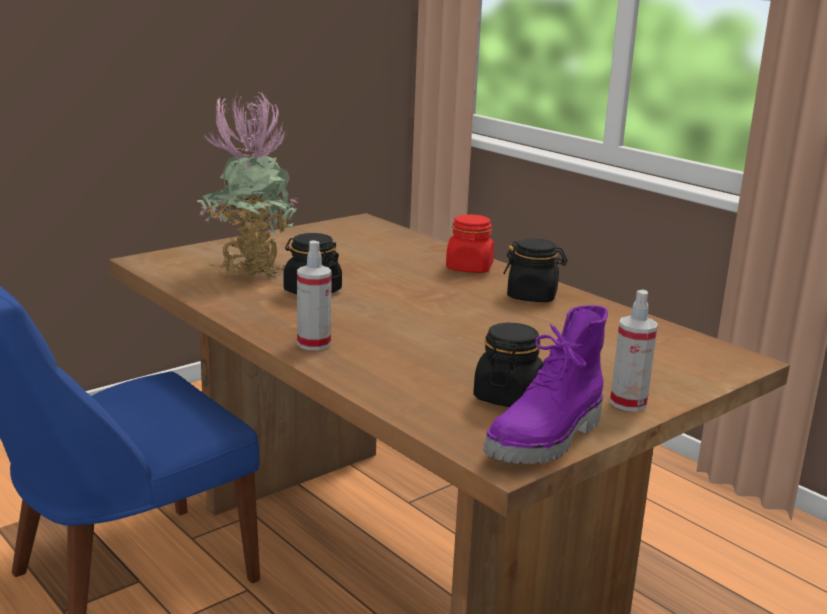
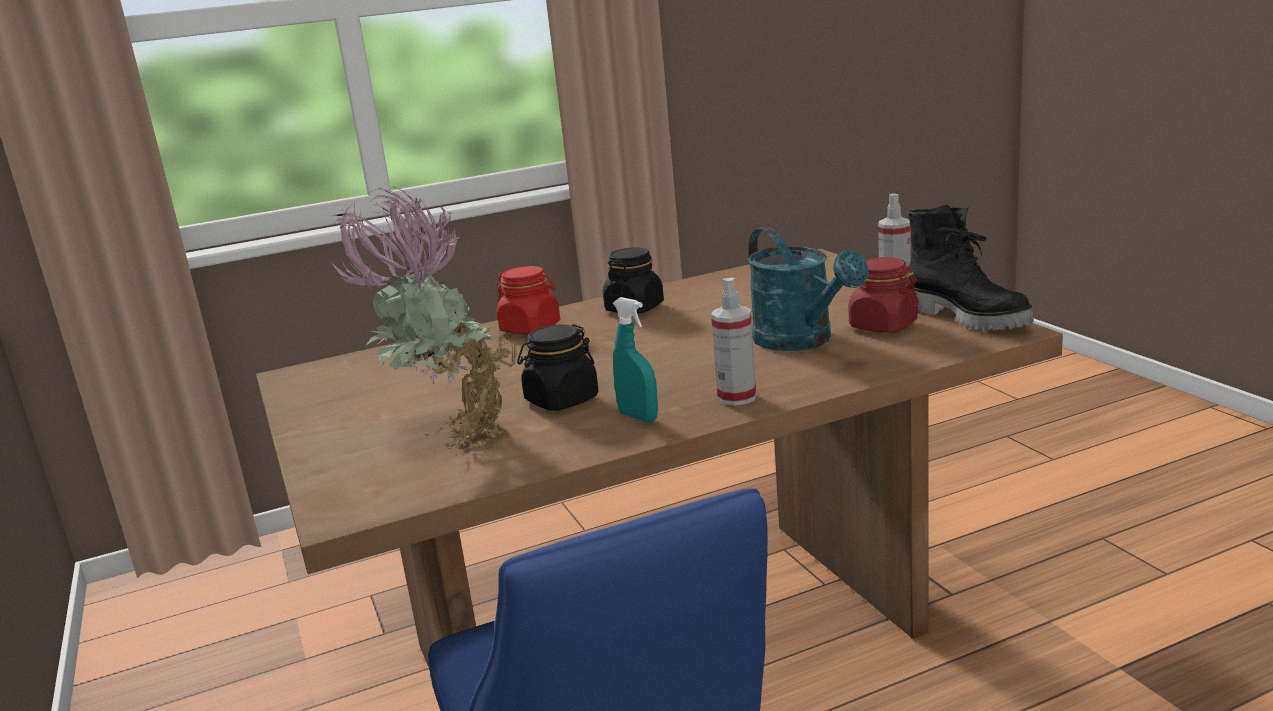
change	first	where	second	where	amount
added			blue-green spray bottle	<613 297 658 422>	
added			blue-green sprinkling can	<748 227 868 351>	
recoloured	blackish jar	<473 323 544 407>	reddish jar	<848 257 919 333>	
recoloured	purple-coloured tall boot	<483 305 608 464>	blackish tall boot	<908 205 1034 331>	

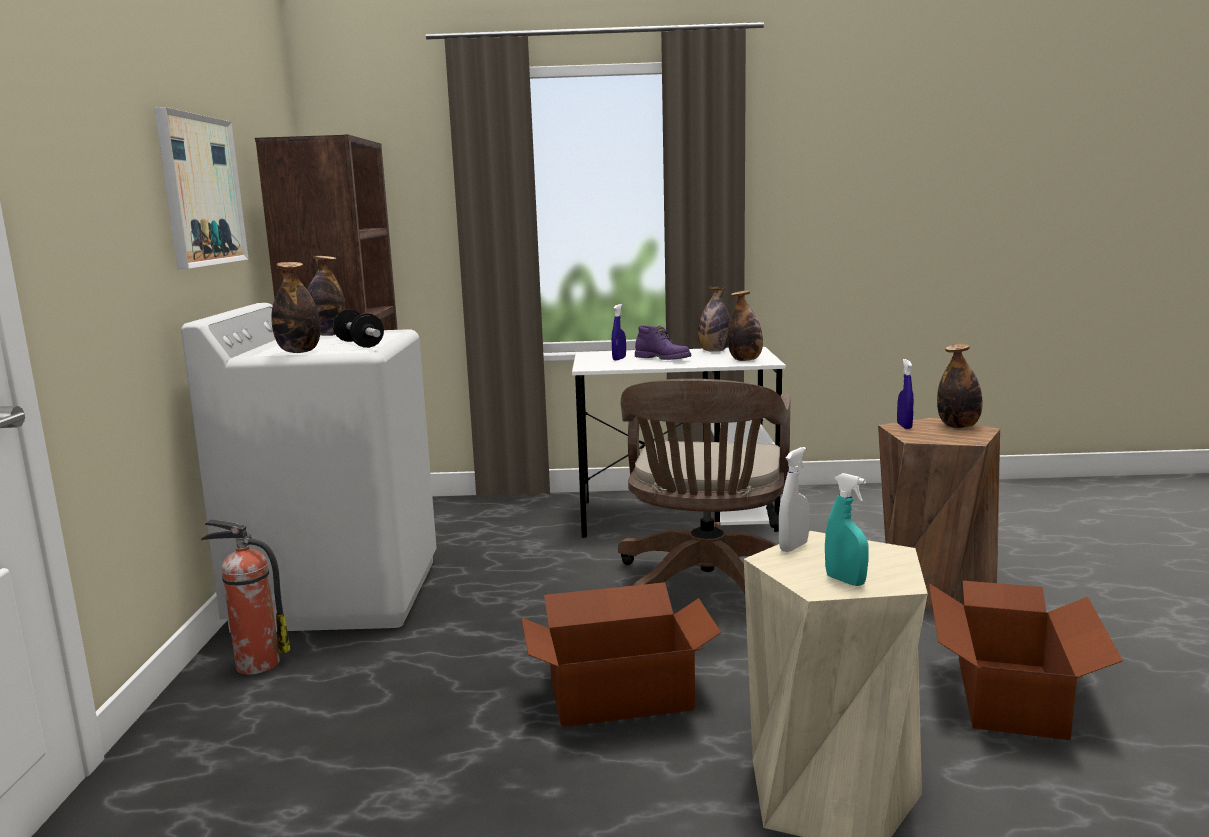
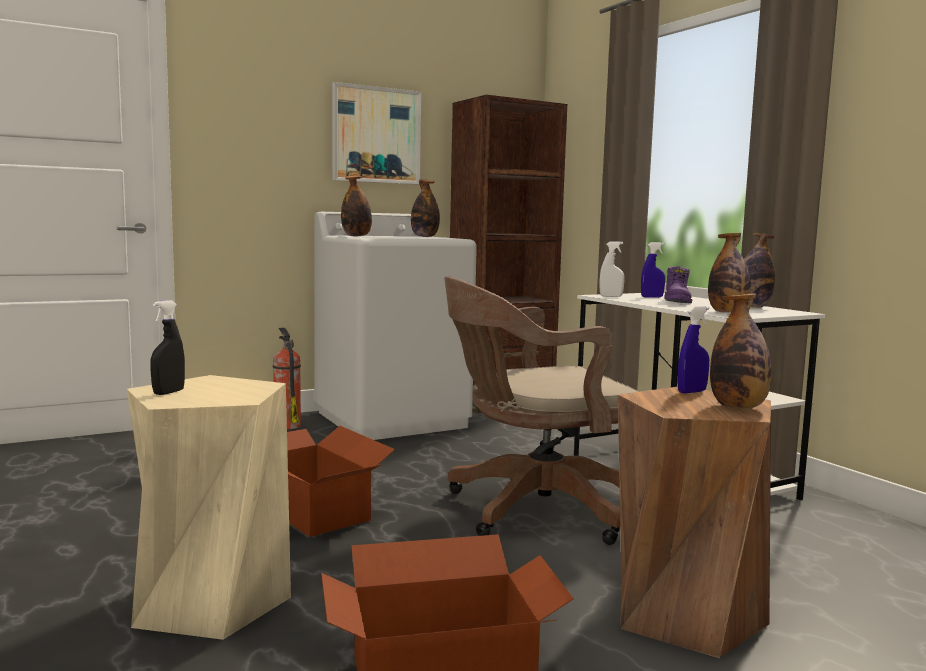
change	first	where	second	where	amount
removed	dumbbell	<333 309 384 348>			
moved	white-coloured spray bottle	<779 447 810 552>		<599 241 625 297>	
recoloured	blue-green spray bottle	<825 473 869 586>	blackish spray bottle	<151 300 185 395>	

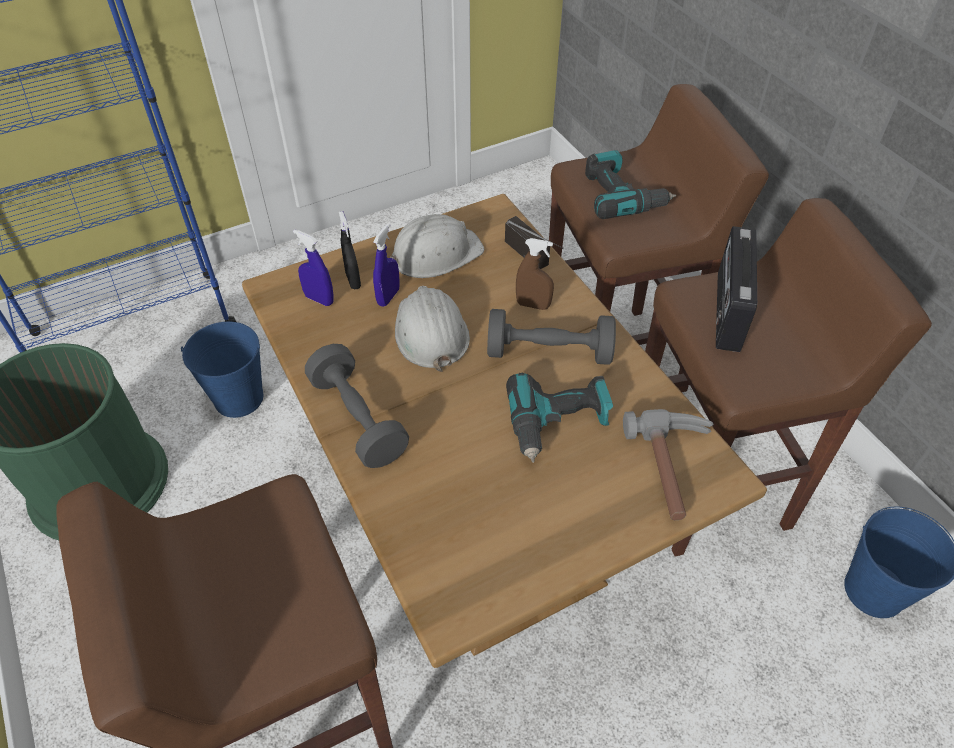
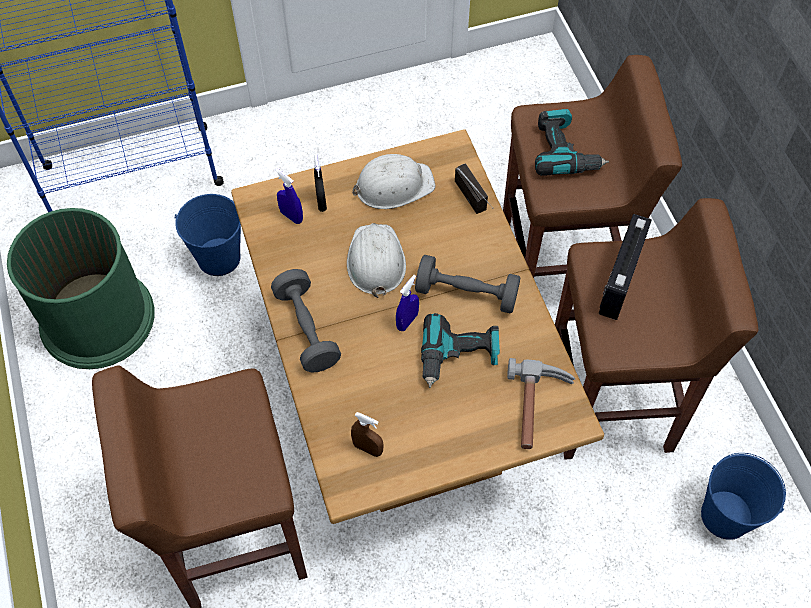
change	first	where	second	where	amount
moved	bluish spray bottle	<373 223 400 307>		<396 275 419 331>	
moved	brown spray bottle	<516 238 554 310>		<351 412 383 457>	

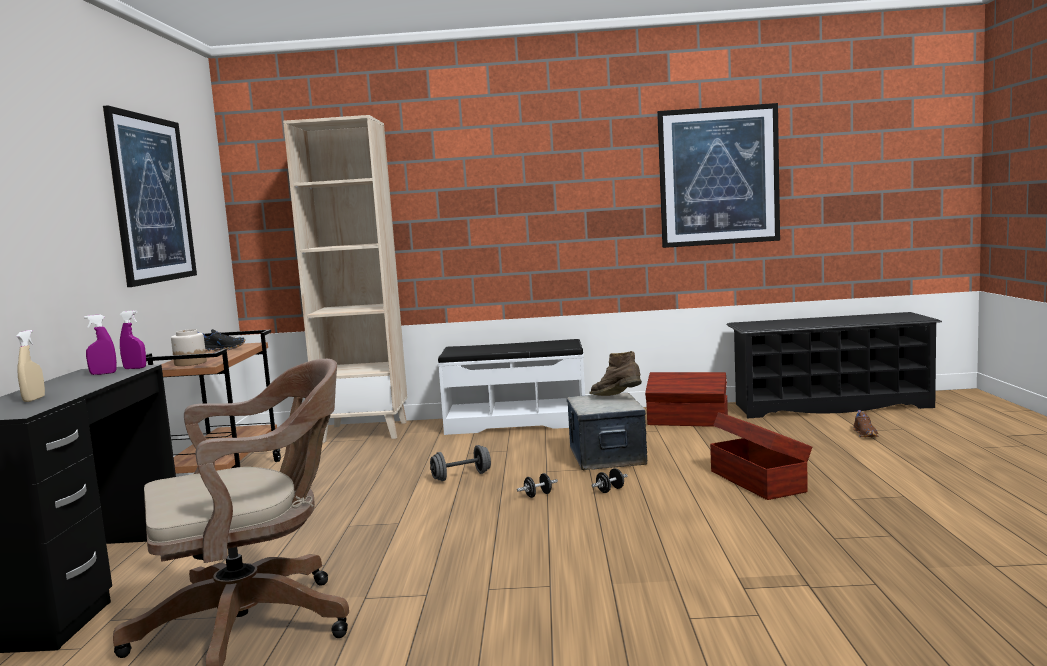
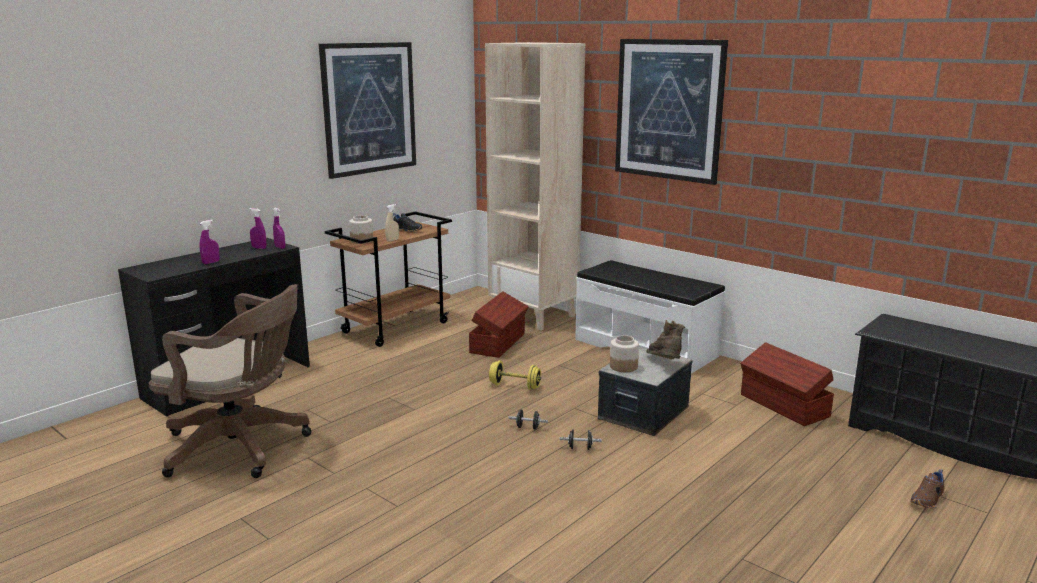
change	first	where	second	where	amount
added			purple-coloured spray bottle	<199 220 220 264>	
added			jar	<610 335 639 372>	
moved	sand-coloured spray bottle	<16 330 45 402>		<385 204 399 242>	
moved	wall art	<657 103 780 248>		<615 39 728 185>	
moved	brown storage bin	<710 412 812 500>		<469 291 529 358>	
recoloured	greyish dumbbell	<430 445 491 481>	yellowish dumbbell	<489 361 541 390>	

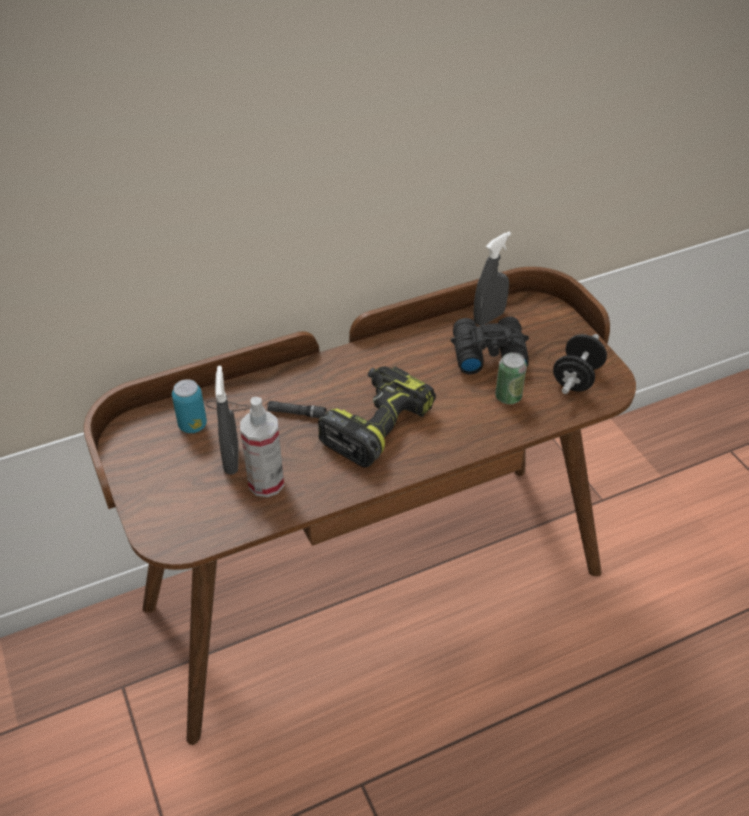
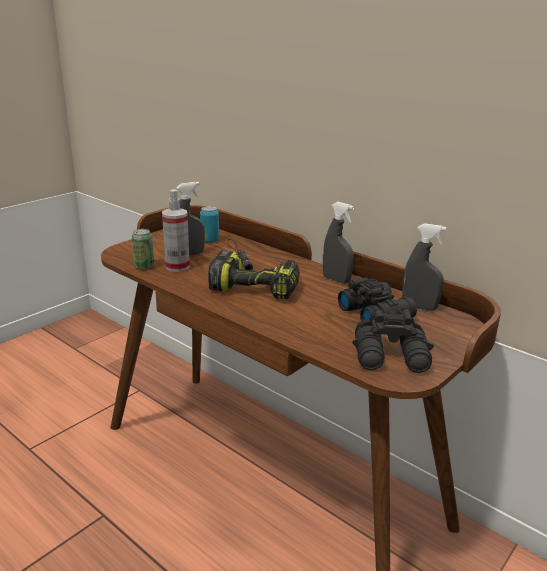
change	first	where	second	where	amount
added			greyish spray bottle	<323 202 354 284>	
moved	sealed can	<495 352 527 404>		<132 229 154 270>	
replaced	blackish dumbbell	<553 334 607 394>	blackish pair of binoculars	<352 307 434 373>	

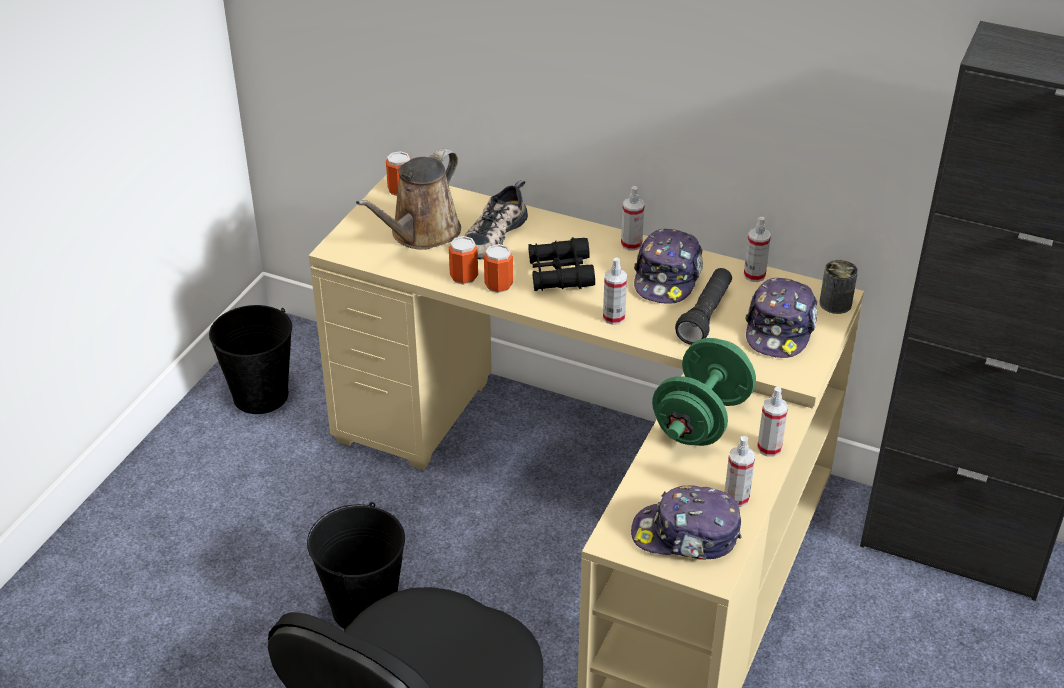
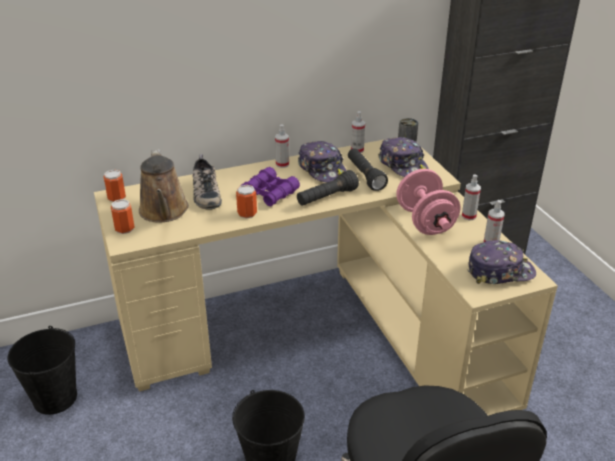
change	first	where	second	where	amount
moved	sealed can	<449 236 478 285>		<111 199 135 234>	
replaced	spray bottle	<603 258 627 325>	blackish torch	<297 170 359 206>	
recoloured	blackish pair of binoculars	<528 237 595 291>	purple-coloured pair of binoculars	<241 167 300 206>	
recoloured	green-coloured dumbbell	<652 338 756 446>	pinkish dumbbell	<396 169 461 235>	
turned	cap	<631 486 742 560>		<468 240 536 284>	150 degrees counterclockwise

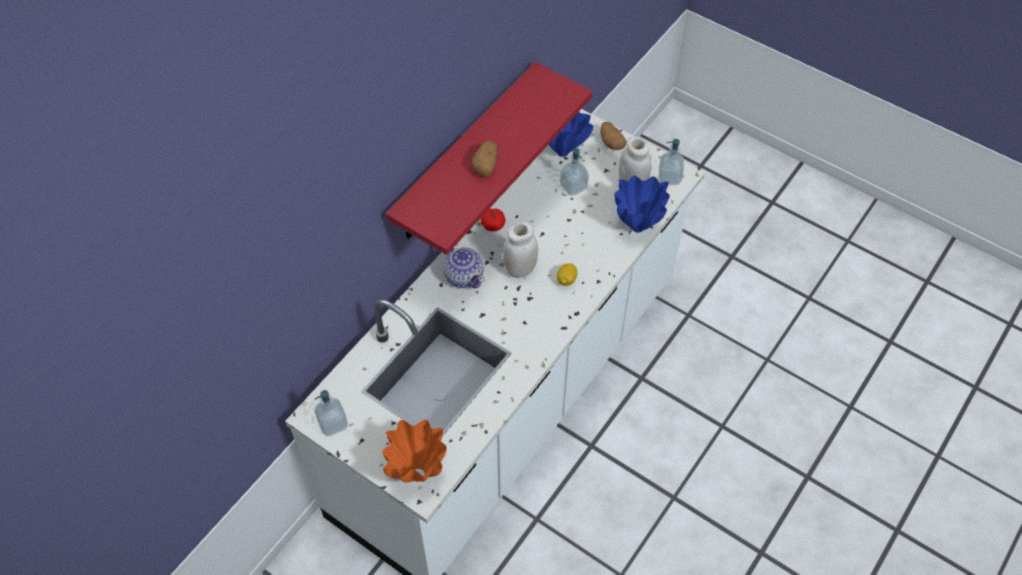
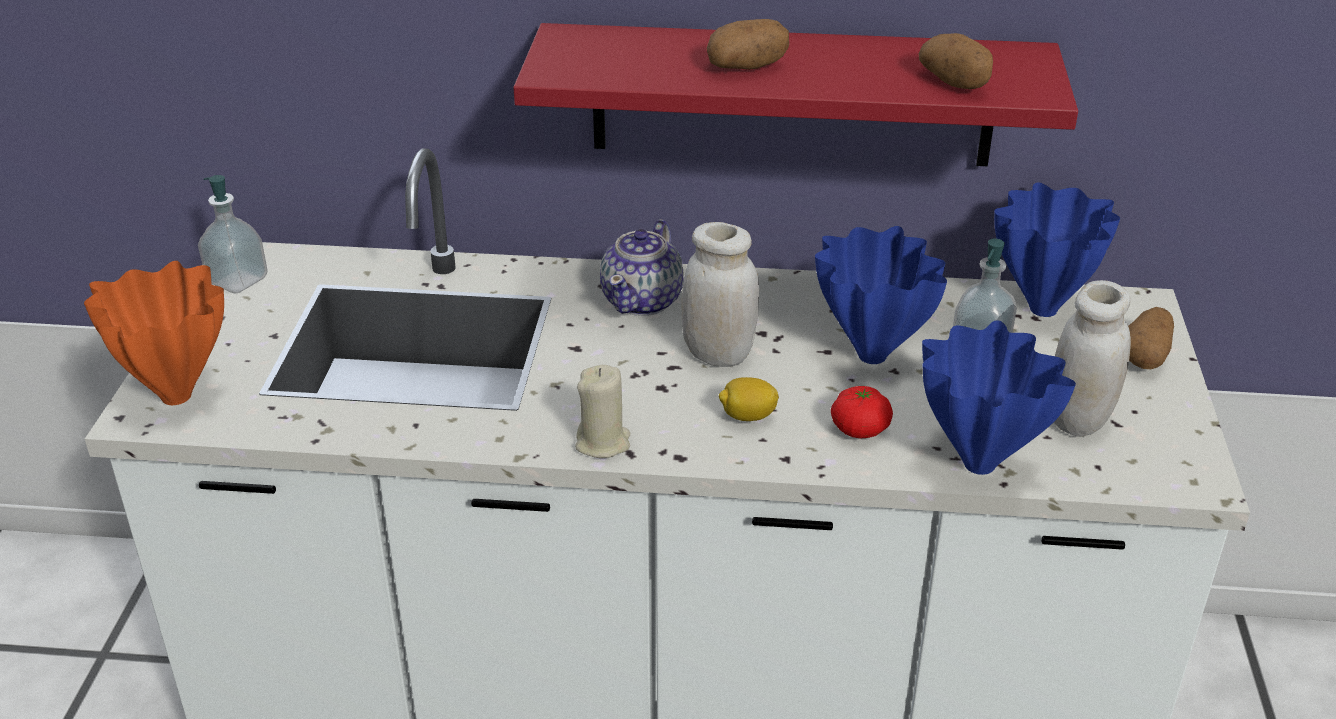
change	first	where	second	where	amount
removed	liquid soap bottle	<659 139 684 185>			
added			sand-coloured candle	<575 365 630 458>	
added			bluish flower vase	<815 226 947 364>	
added			potato	<919 33 993 89>	
moved	whole tomato	<481 209 506 231>		<831 386 893 438>	

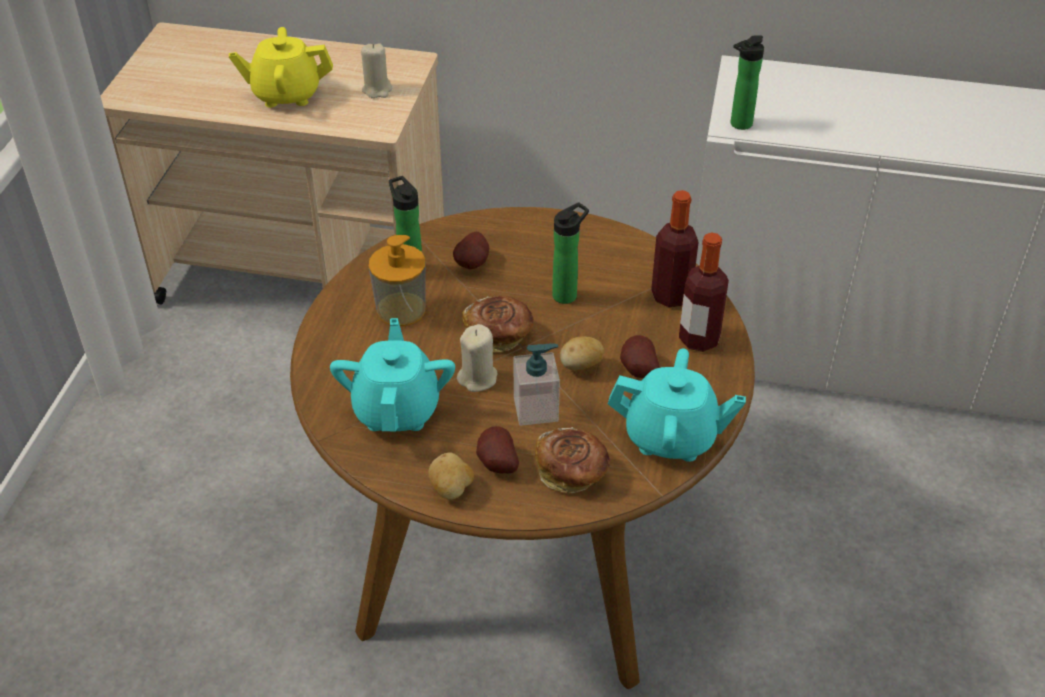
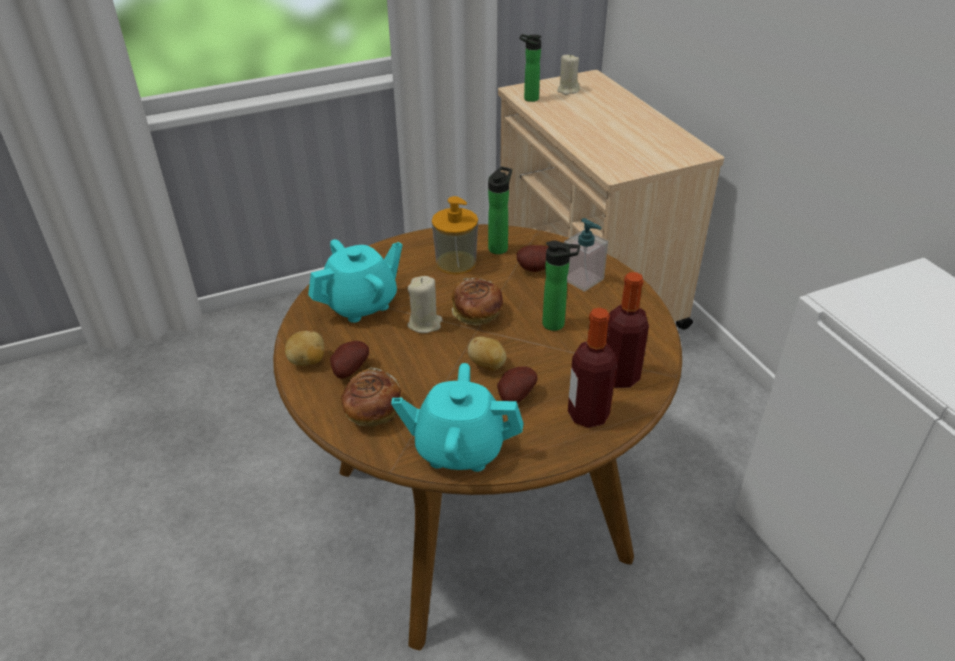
change	first	where	second	where	amount
removed	yellowish tea pot	<229 27 333 108>			
moved	sand-coloured candle	<361 43 392 98>		<557 54 580 95>	
moved	liquid soap bottle	<513 343 560 426>		<564 218 608 292>	
moved	bottle	<731 35 764 130>		<520 34 542 102>	
turned	blue-green tea pot	<608 348 746 462>		<391 363 524 472>	120 degrees clockwise

